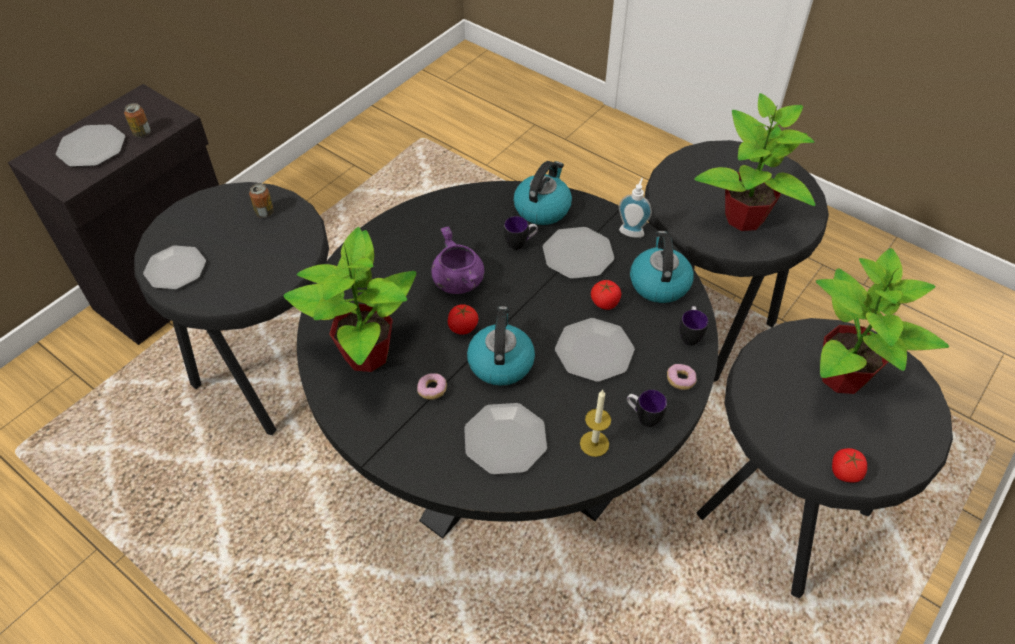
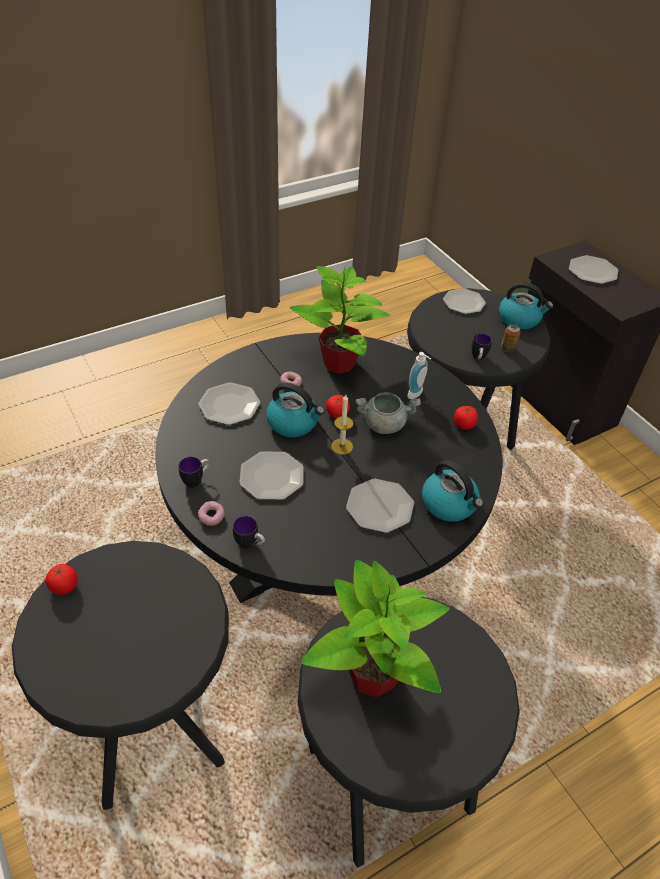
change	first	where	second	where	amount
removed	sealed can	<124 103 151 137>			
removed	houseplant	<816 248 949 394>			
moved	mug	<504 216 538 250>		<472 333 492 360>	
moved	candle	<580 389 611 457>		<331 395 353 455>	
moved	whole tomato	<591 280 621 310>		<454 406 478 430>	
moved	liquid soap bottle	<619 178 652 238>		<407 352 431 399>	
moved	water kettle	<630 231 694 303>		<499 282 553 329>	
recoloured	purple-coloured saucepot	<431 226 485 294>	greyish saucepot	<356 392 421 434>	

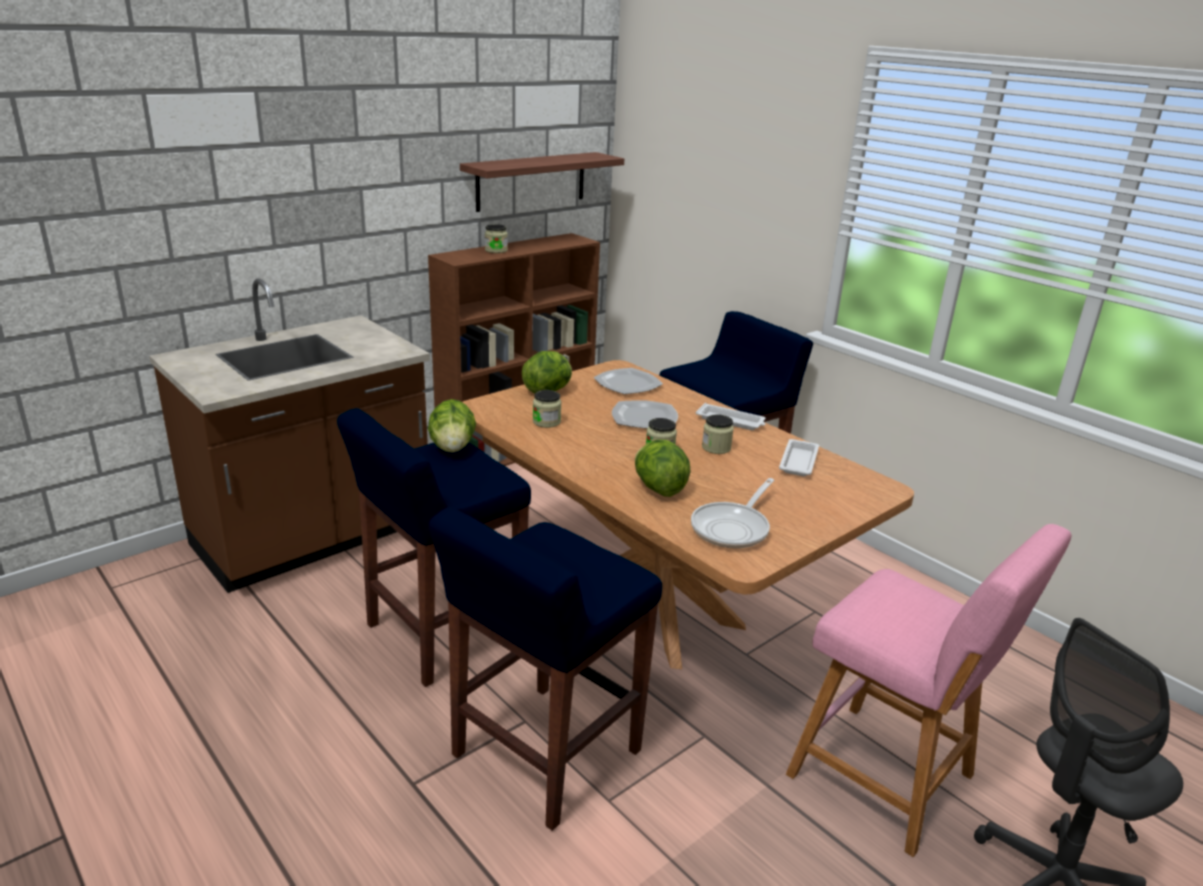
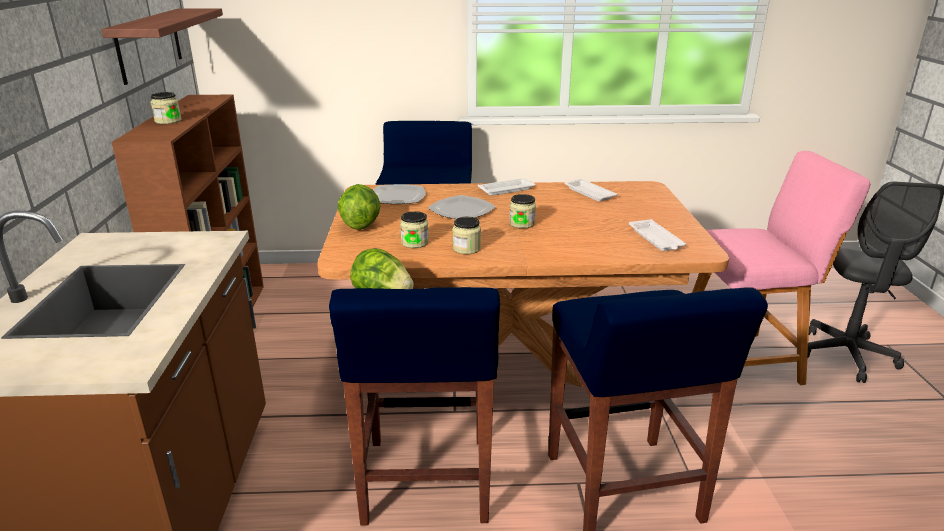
change	first	where	second	where	amount
removed	lettuce head	<635 439 690 497>			
moved	jar	<702 414 734 454>		<452 217 481 254>	
replaced	pan	<691 478 774 548>	white-coloured serving tray	<629 219 686 251>	

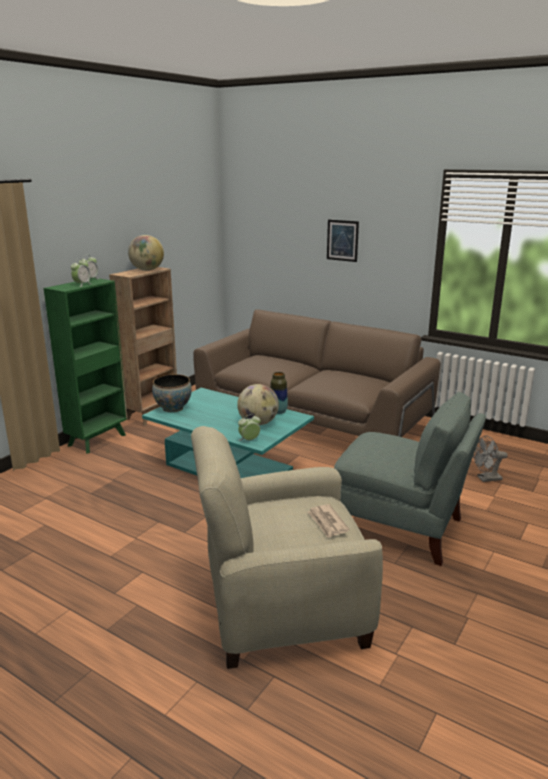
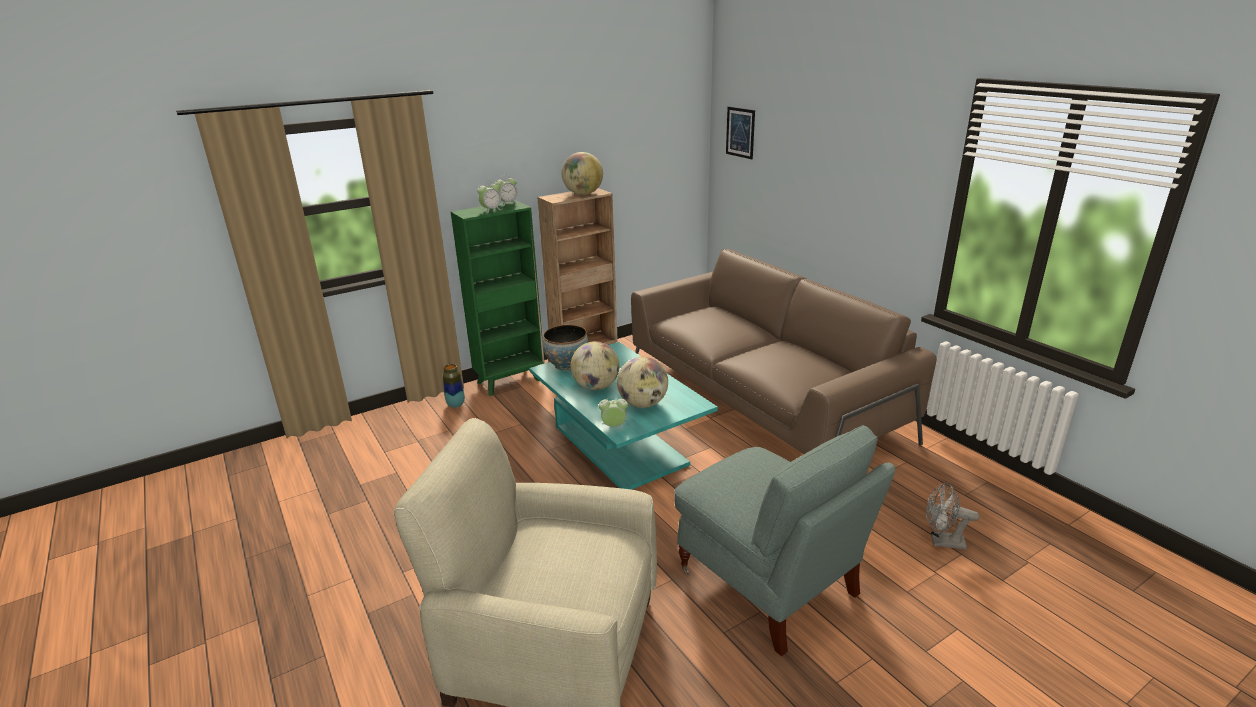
change	first	where	second	where	amount
removed	printed paper	<308 504 349 538>			
added			globe	<571 341 620 390>	
moved	flower vase	<270 372 288 414>		<443 364 465 408>	
moved	wall art	<327 219 359 262>		<726 107 755 159>	

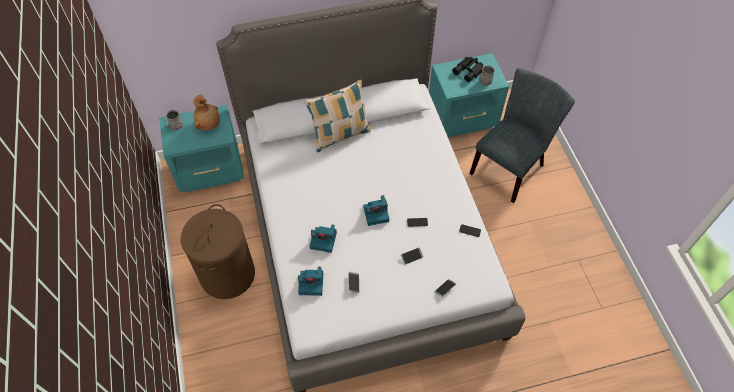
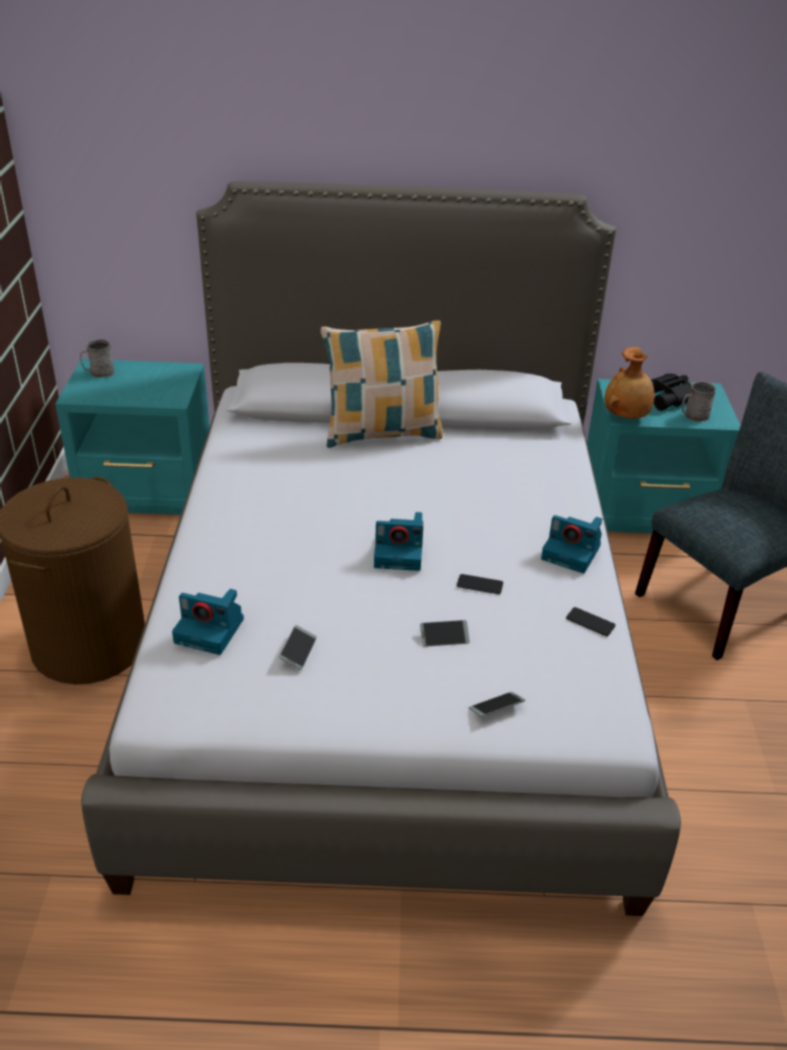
change	first	where	second	where	amount
moved	brown flower vase	<193 95 220 131>		<605 347 654 419>	
moved	still camera	<310 225 337 253>		<541 515 602 573>	

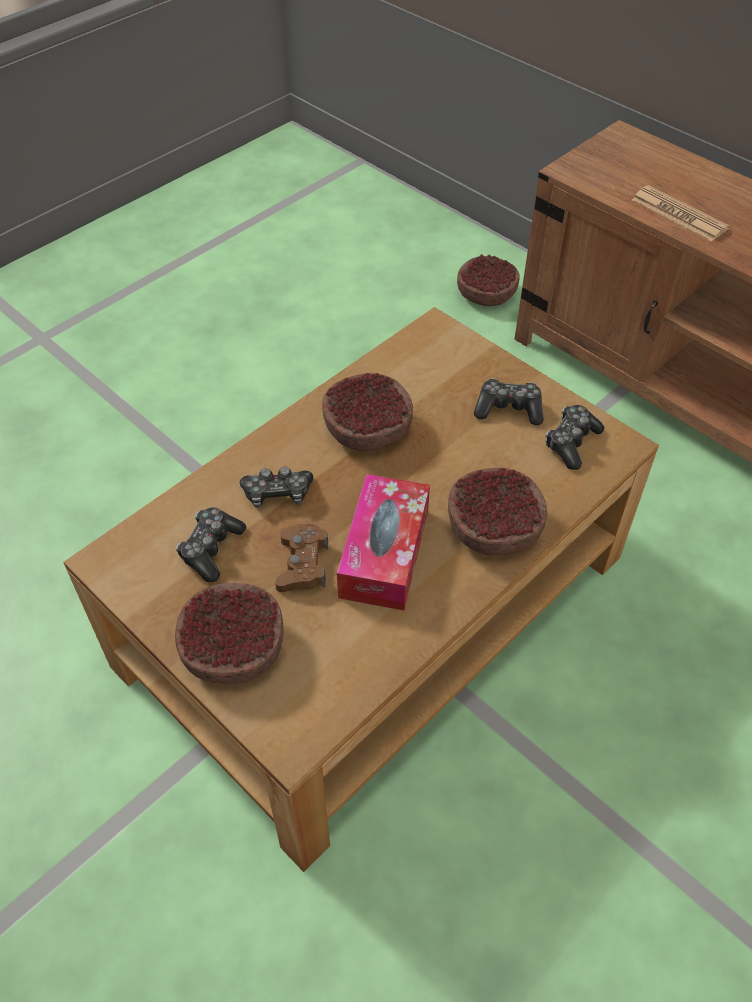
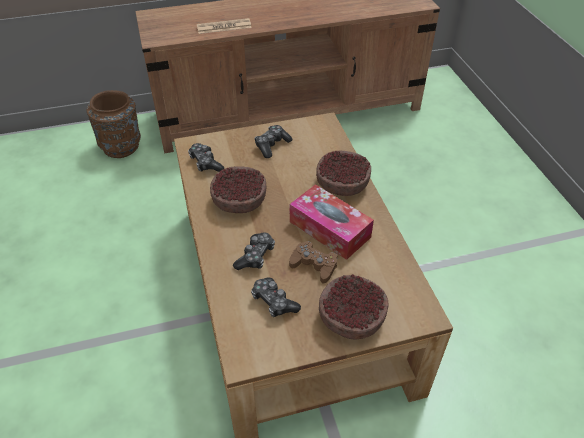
change	first	where	second	where	amount
moved	gamepad	<545 405 605 470>		<188 143 224 172>	
replaced	serving bowl	<457 254 520 306>	brown flower vase	<87 90 141 158>	

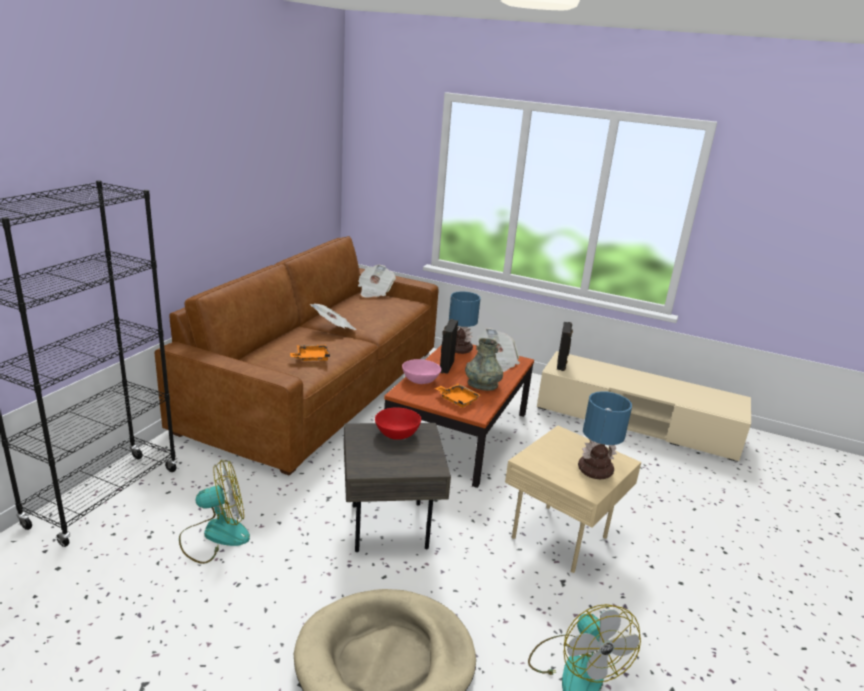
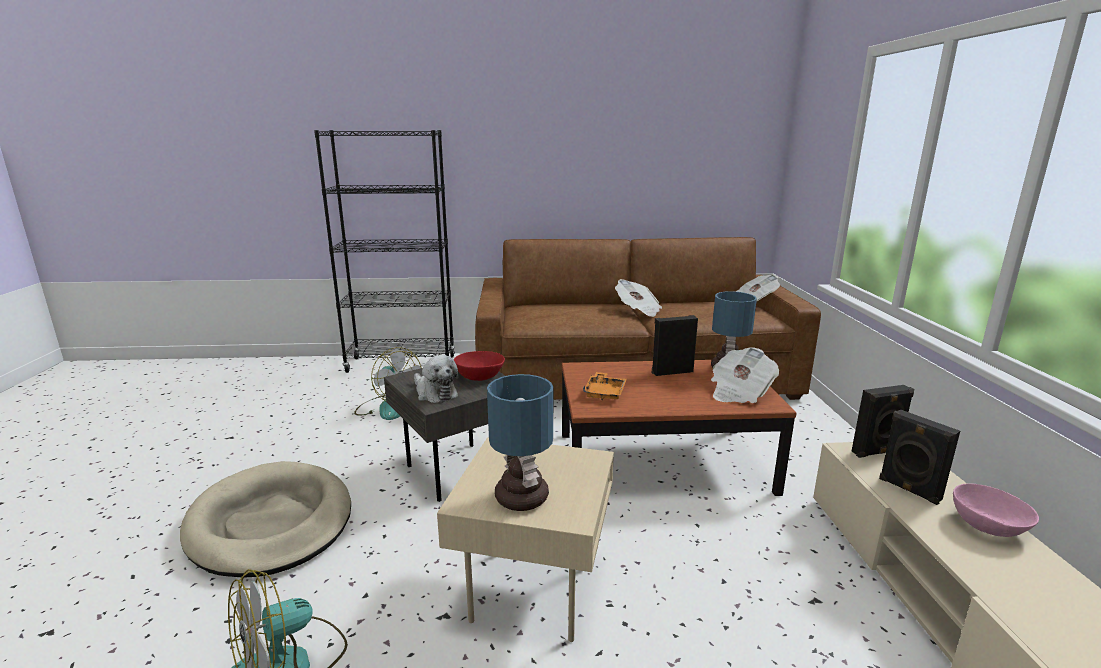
change	first	where	second	where	amount
removed	orangey serving tray	<290 345 330 361>			
removed	greyish flower vase	<465 338 503 391>			
added			cuddly toy	<414 355 459 403>	
added			blackish loudspeaker	<879 409 960 505>	
moved	pinkish serving bowl	<402 359 441 384>		<953 483 1039 537>	

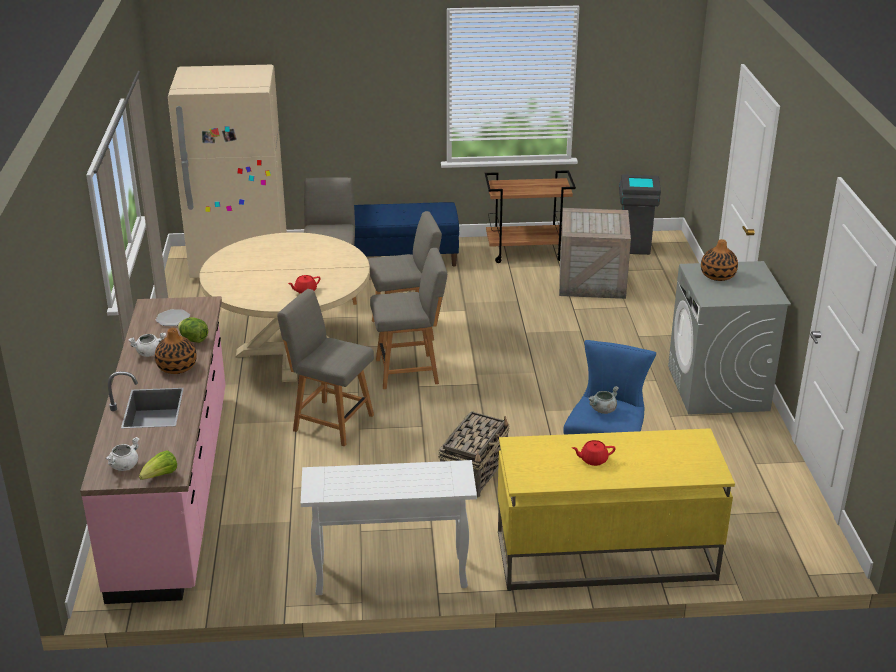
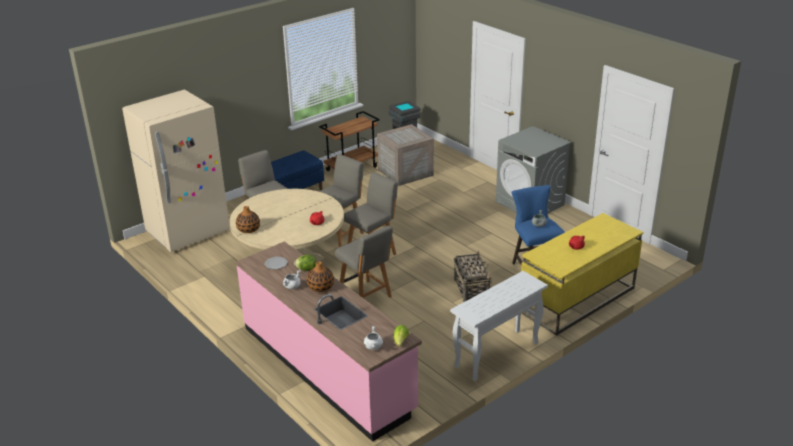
change	first	where	second	where	amount
moved	flower vase	<701 239 738 281>		<236 206 260 233>	
turned	greyish chair	<277 289 374 446>		<335 226 393 298>	120 degrees counterclockwise

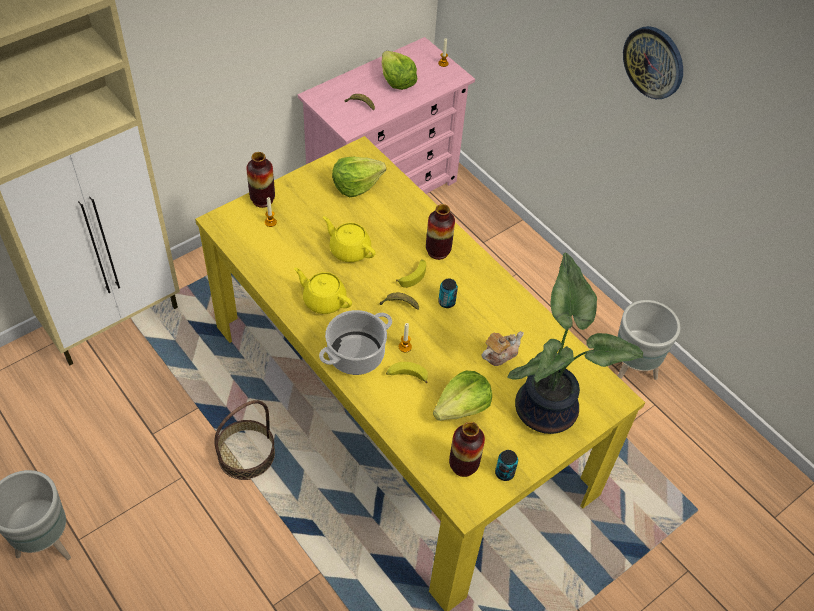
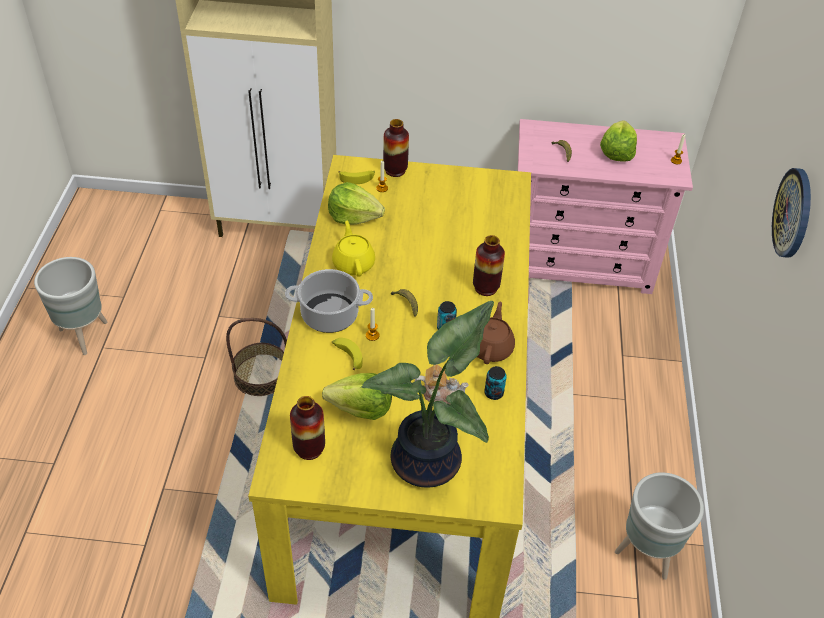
change	first	where	second	where	amount
removed	yellowish tea pot	<323 216 376 262>			
added			brown tea pot	<477 301 515 364>	
moved	lettuce head	<332 156 386 197>		<328 182 385 225>	
moved	banana fruit	<396 259 426 288>		<338 171 375 184>	
moved	sealed can	<495 450 518 481>		<484 366 507 400>	

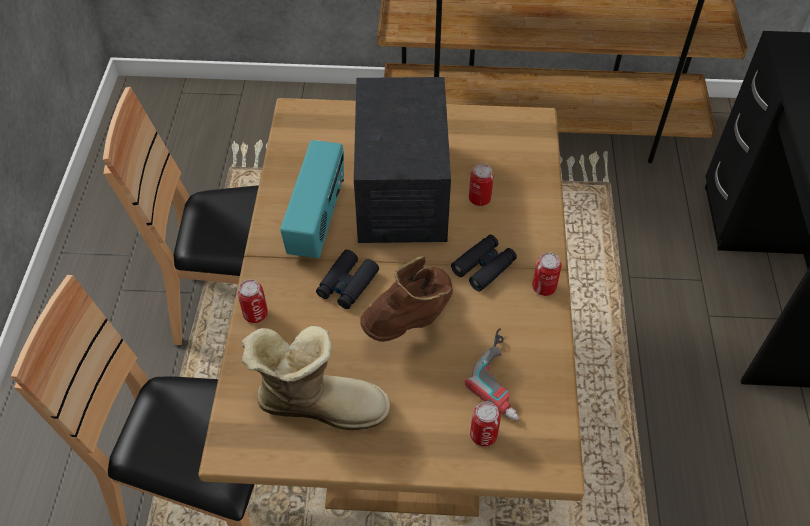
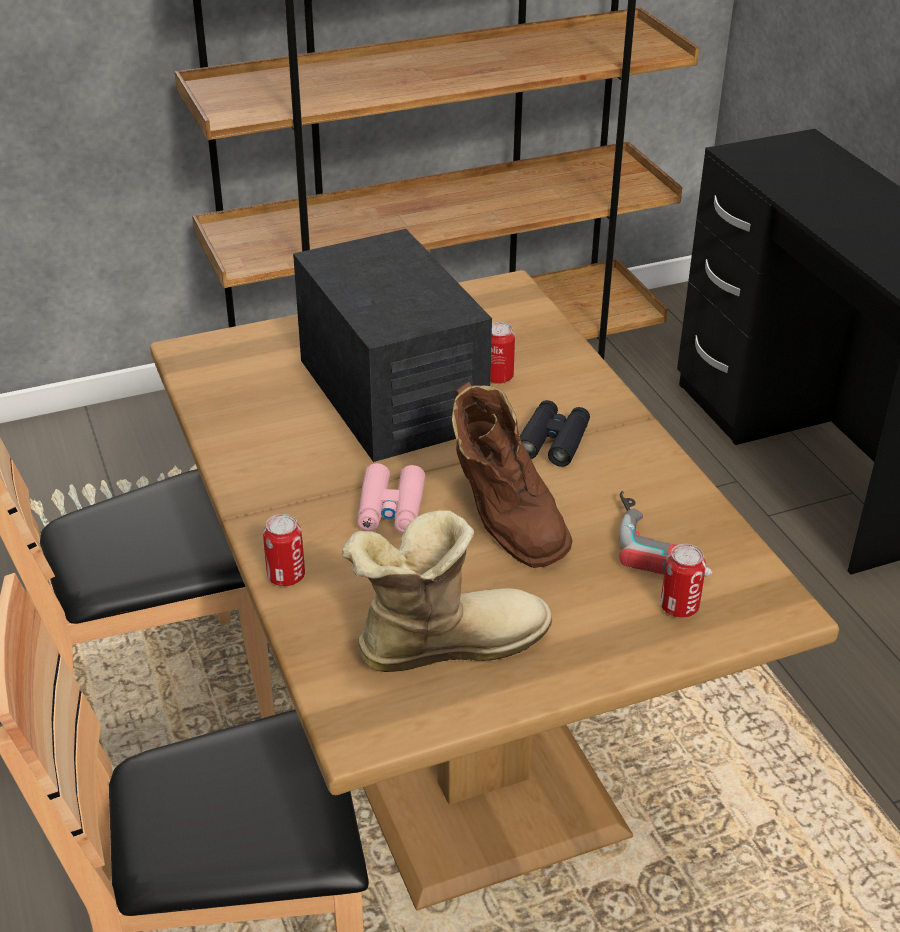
change	first	where	second	where	amount
removed	radio receiver	<280 140 344 258>			
removed	sealed can	<532 253 561 296>			
recoloured	blackish pair of binoculars	<316 250 379 309>	pinkish pair of binoculars	<357 463 425 533>	
turned	brown tall boot	<360 256 453 342>		<452 382 572 568>	135 degrees clockwise

